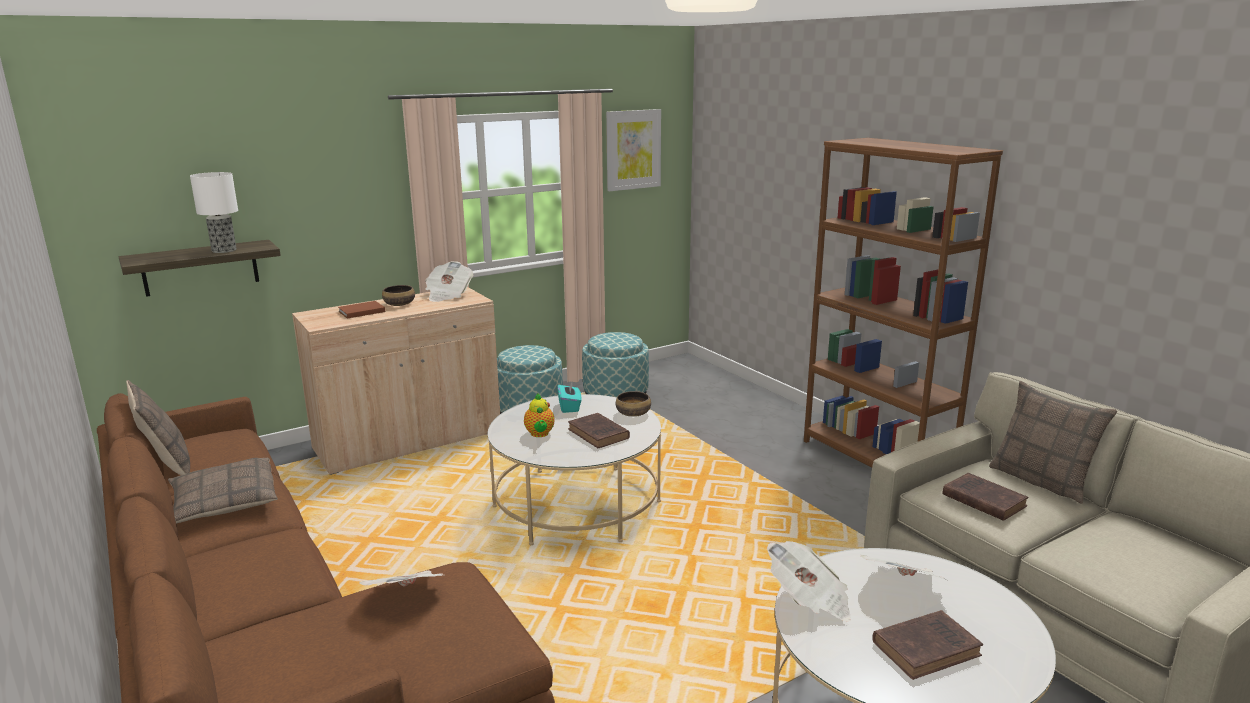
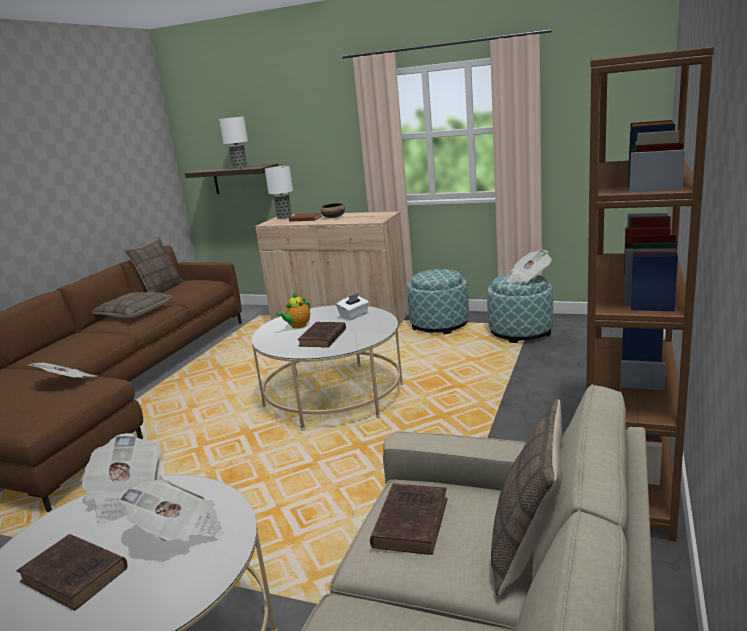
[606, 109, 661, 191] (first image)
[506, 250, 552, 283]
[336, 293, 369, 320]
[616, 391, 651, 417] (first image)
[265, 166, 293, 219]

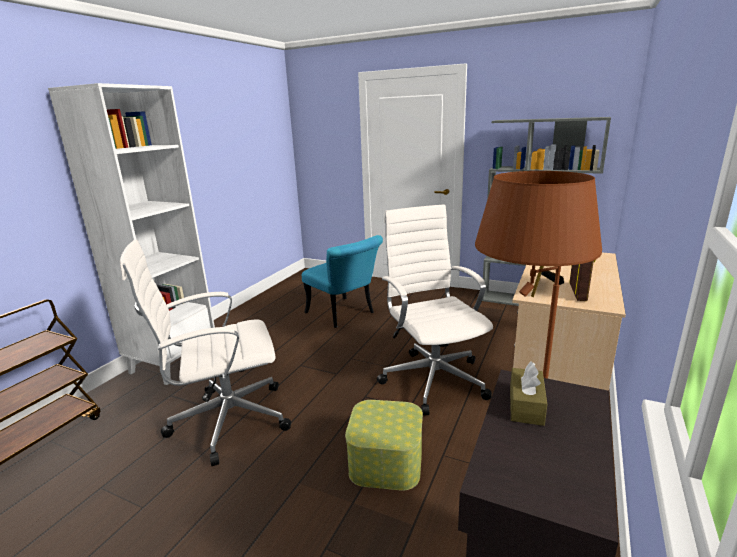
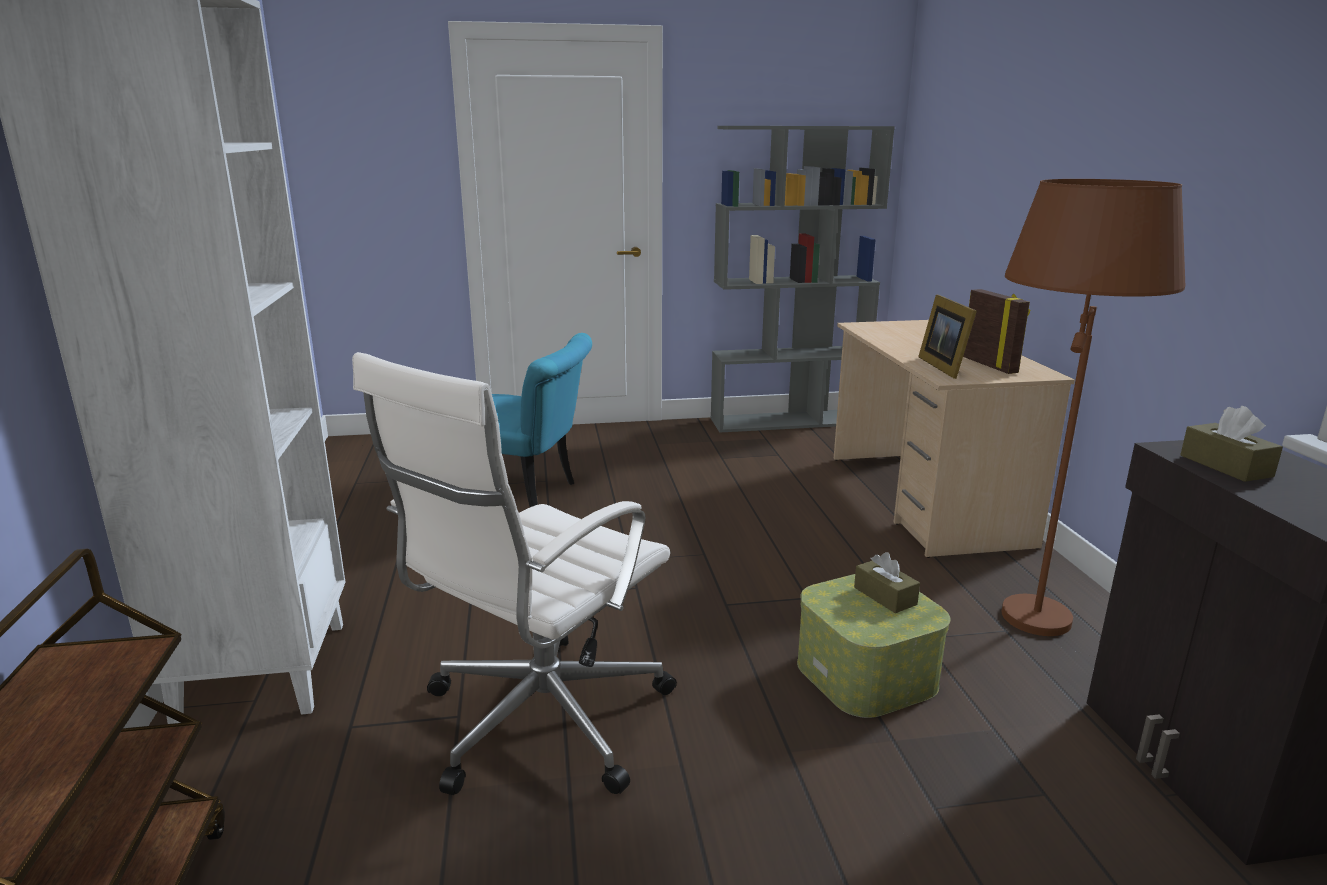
[377, 204, 493, 415] (first image)
[854, 552, 920, 613]

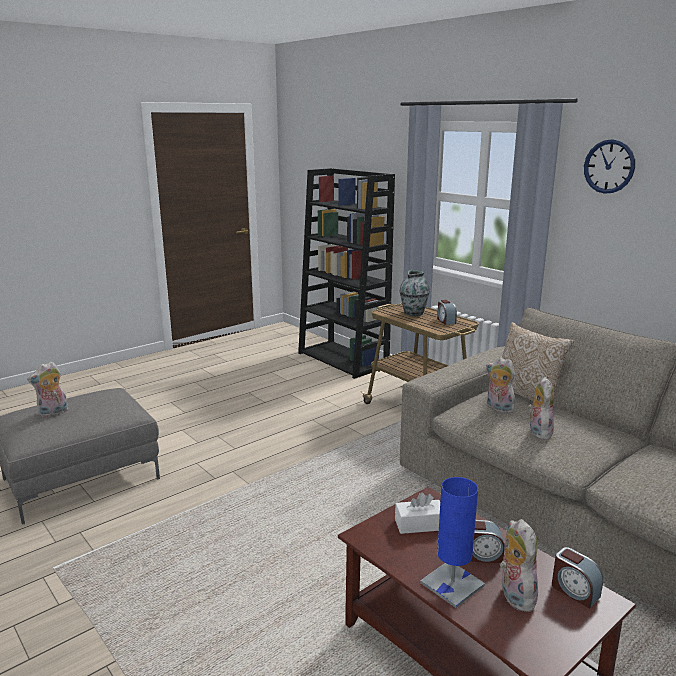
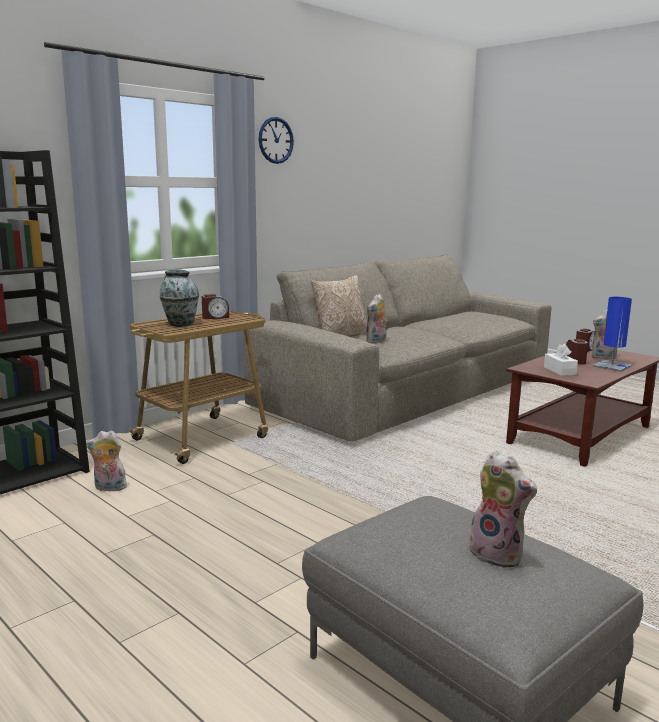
[86, 430, 127, 491]

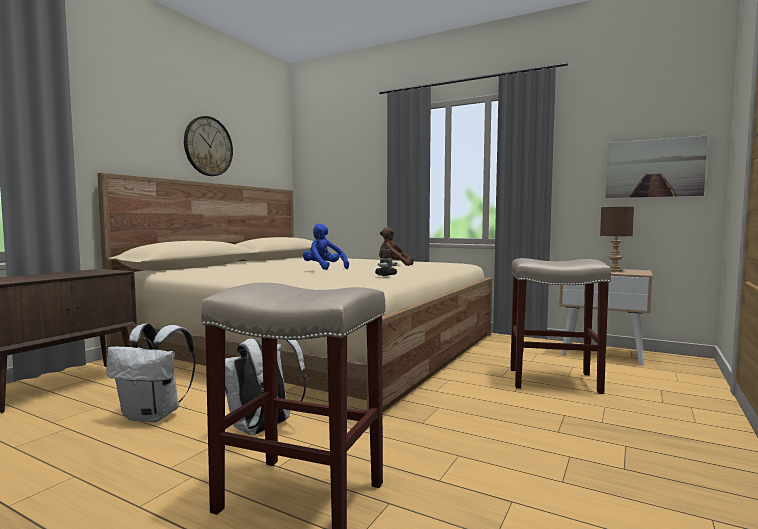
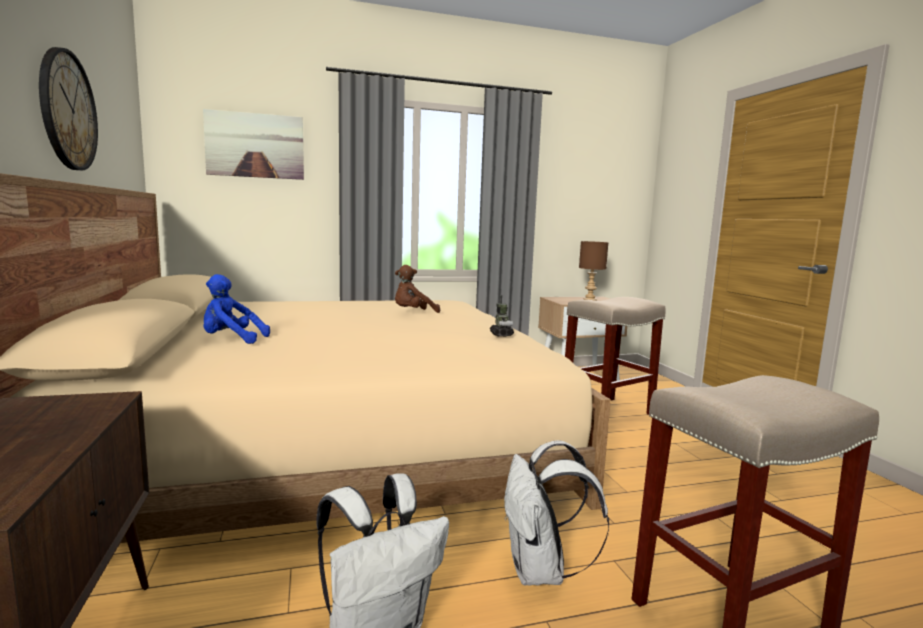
[203, 109, 304, 180]
[203, 274, 270, 344]

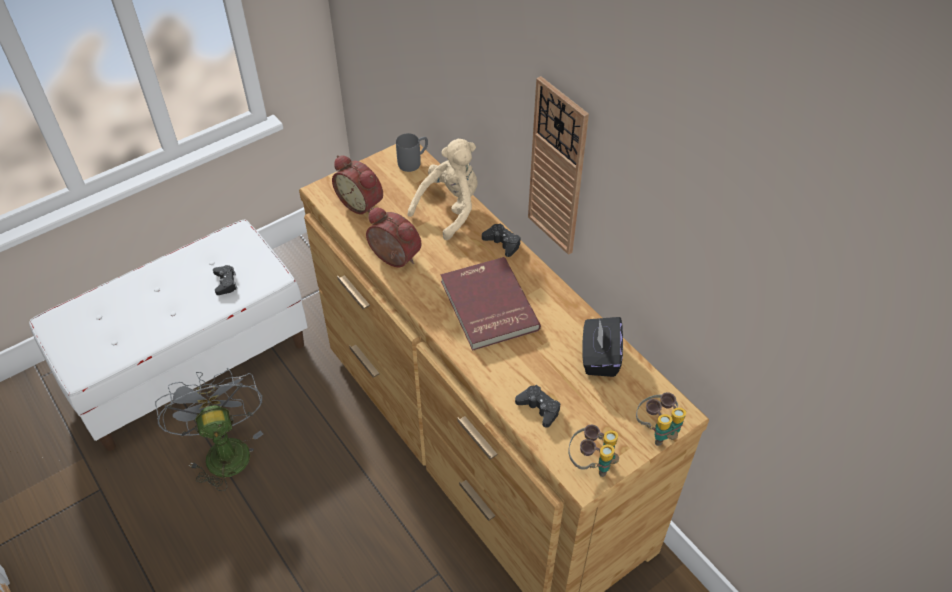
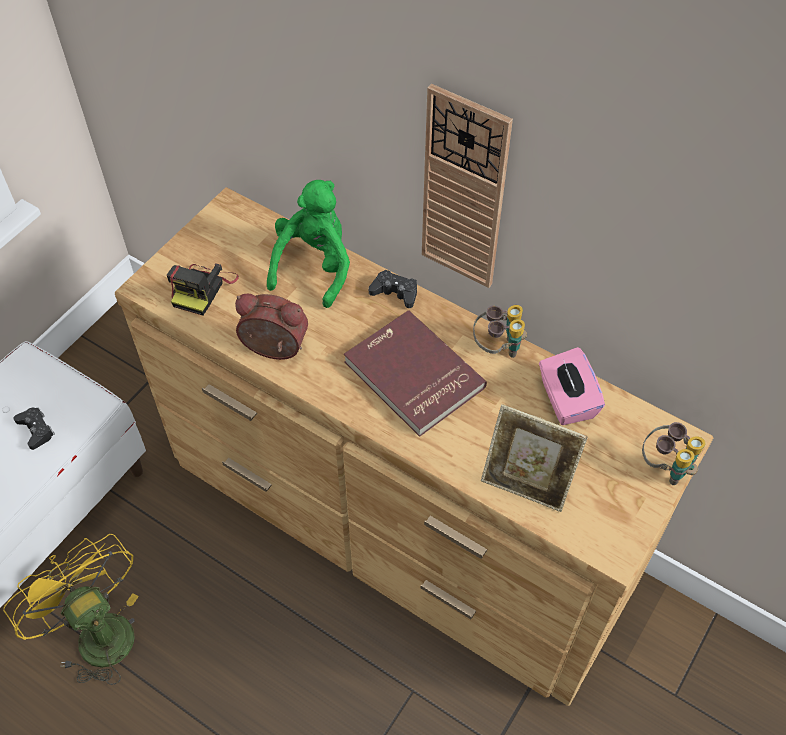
[396, 133, 428, 172] (first image)
[267, 180, 350, 308]
[167, 263, 239, 315]
[539, 347, 605, 425]
[3, 534, 139, 685]
[481, 404, 588, 512]
[473, 305, 527, 358]

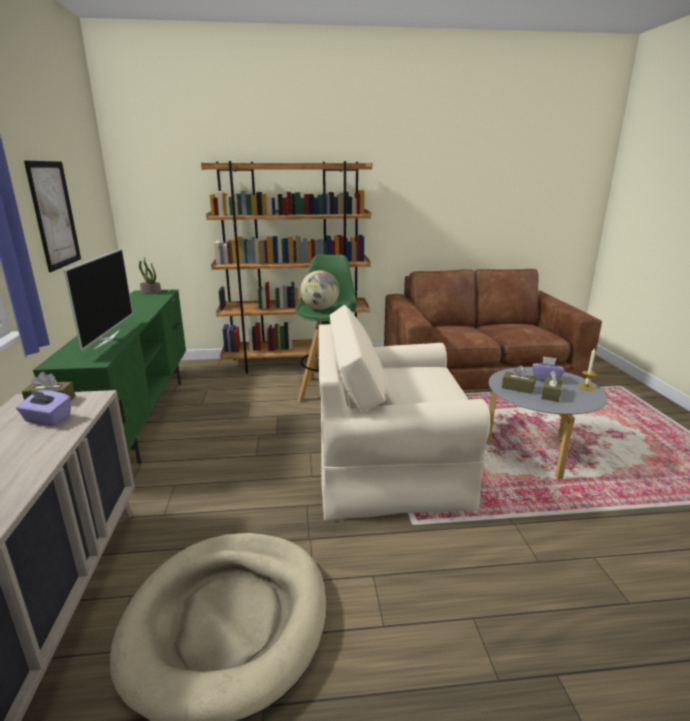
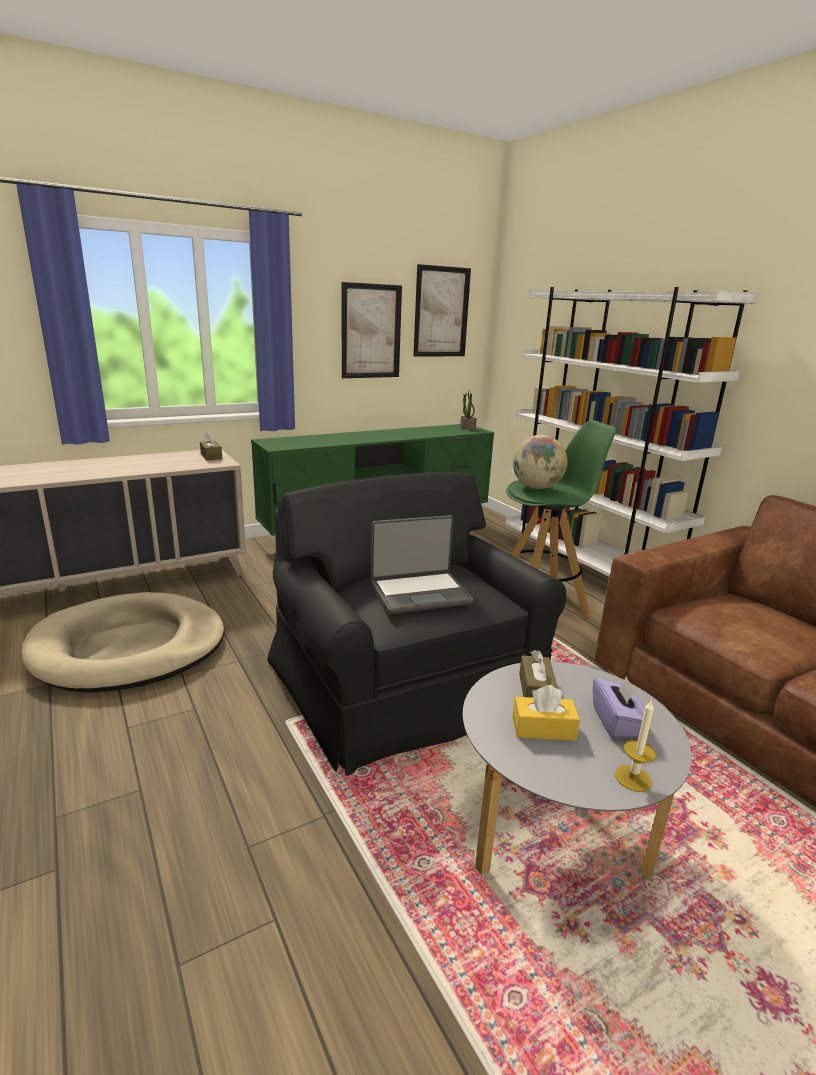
[505, 287, 759, 577]
[64, 249, 133, 350] (first image)
[267, 472, 566, 776]
[513, 685, 580, 741]
[16, 390, 71, 426] (first image)
[413, 264, 471, 357]
[371, 515, 473, 614]

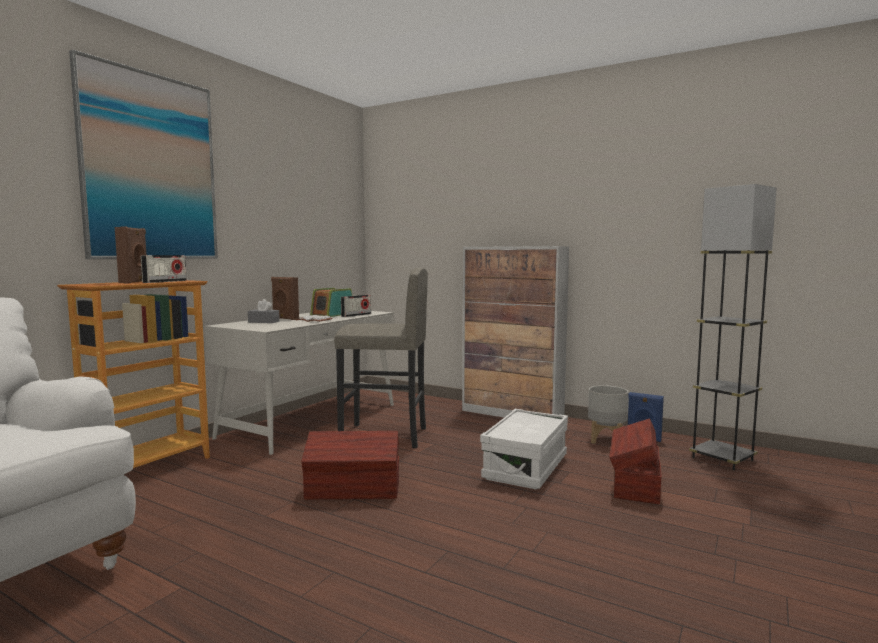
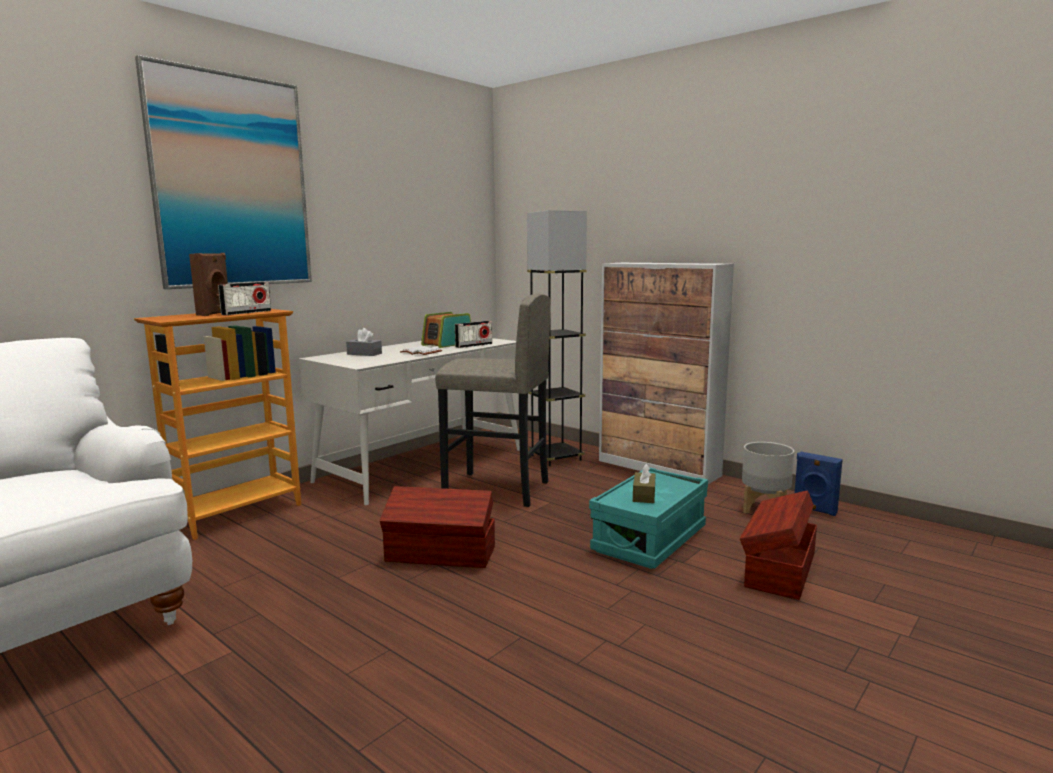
[527, 210, 587, 466]
[271, 277, 299, 320] (first image)
[589, 467, 708, 569]
[633, 463, 656, 503]

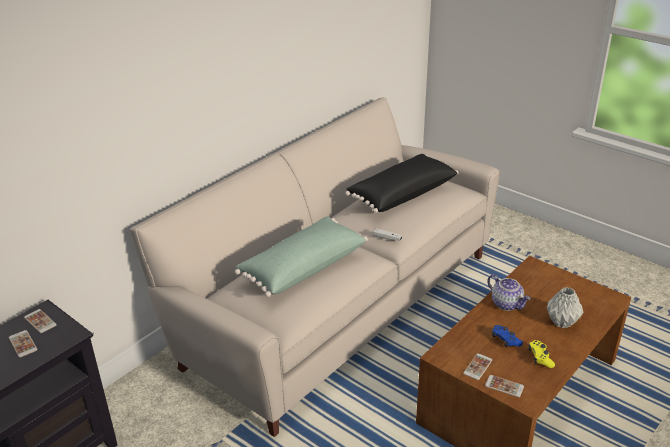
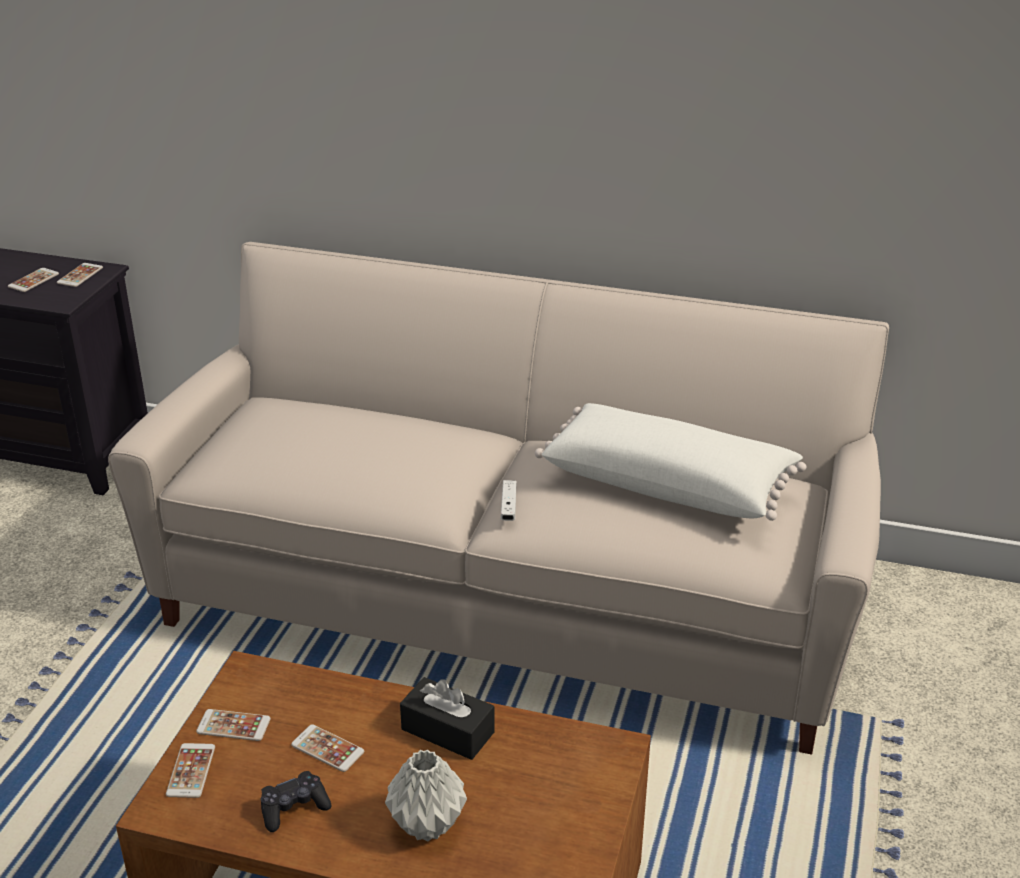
[535, 403, 806, 521]
[235, 217, 368, 297] (first image)
[400, 677, 495, 760]
[291, 724, 364, 772]
[260, 771, 332, 832]

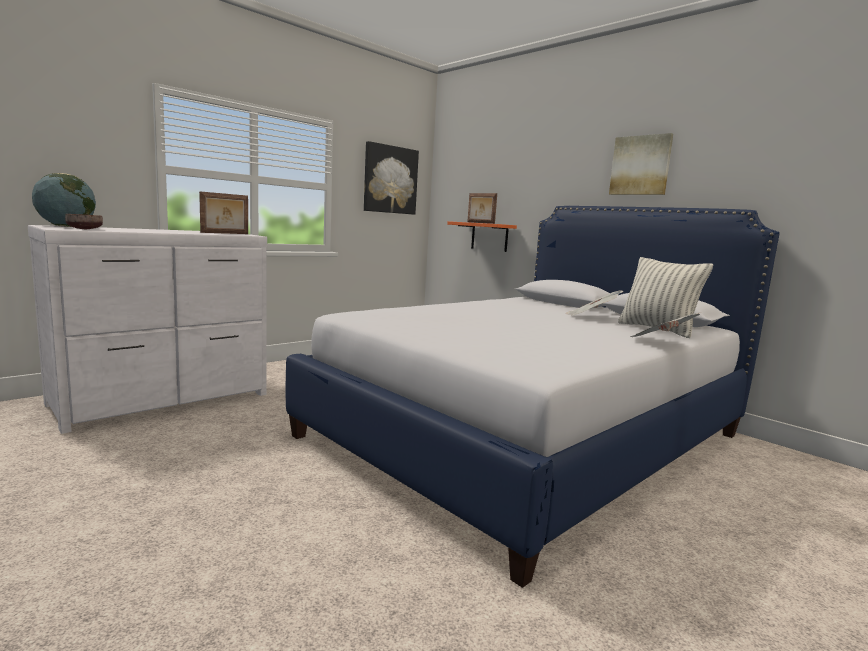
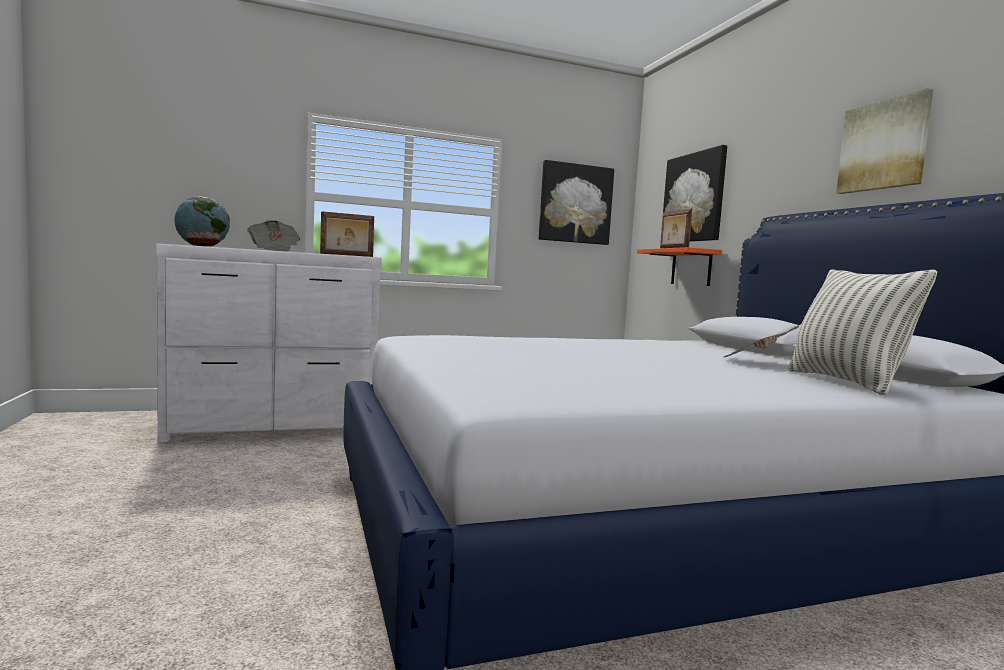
[247, 220, 300, 252]
[661, 145, 727, 242]

